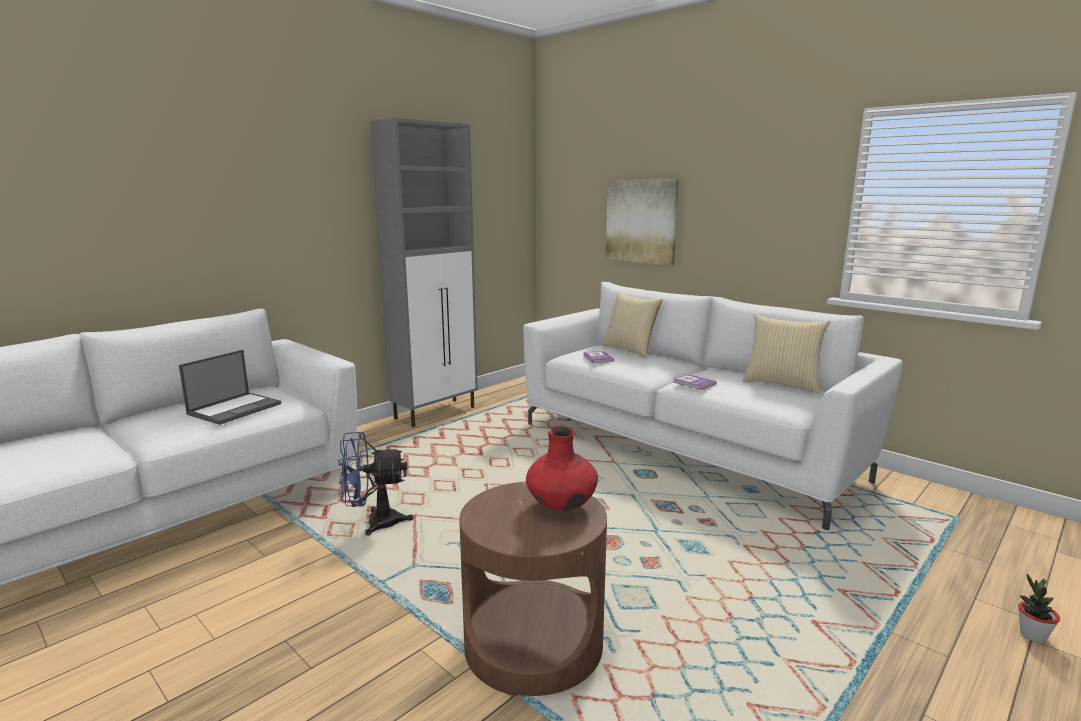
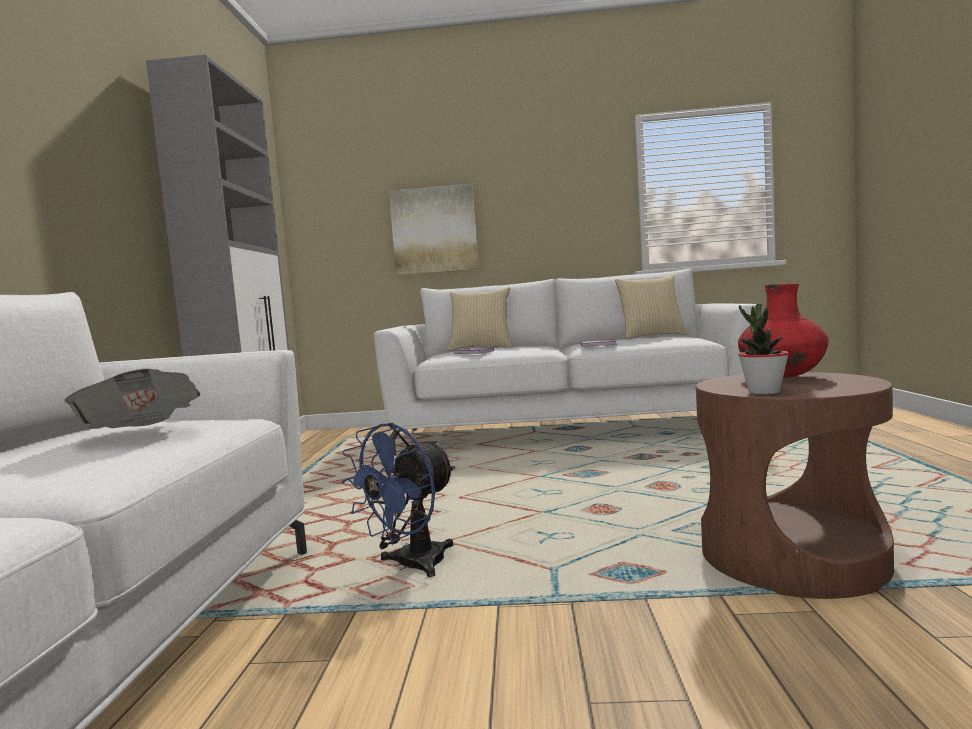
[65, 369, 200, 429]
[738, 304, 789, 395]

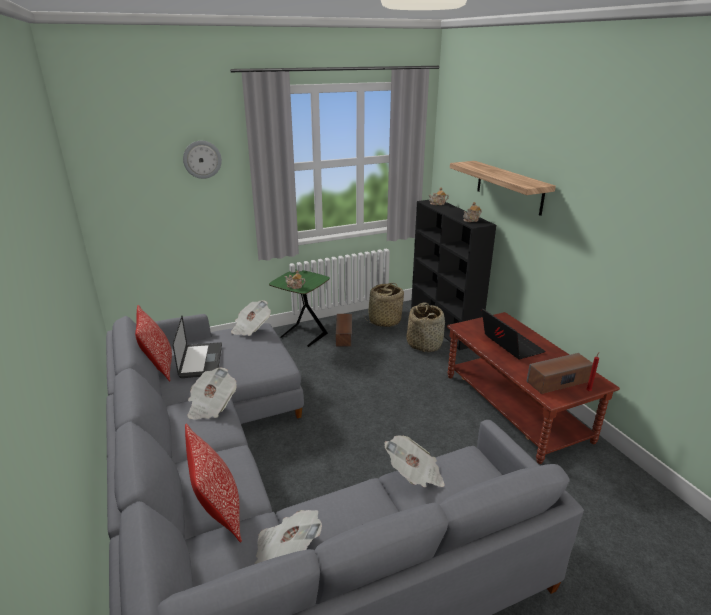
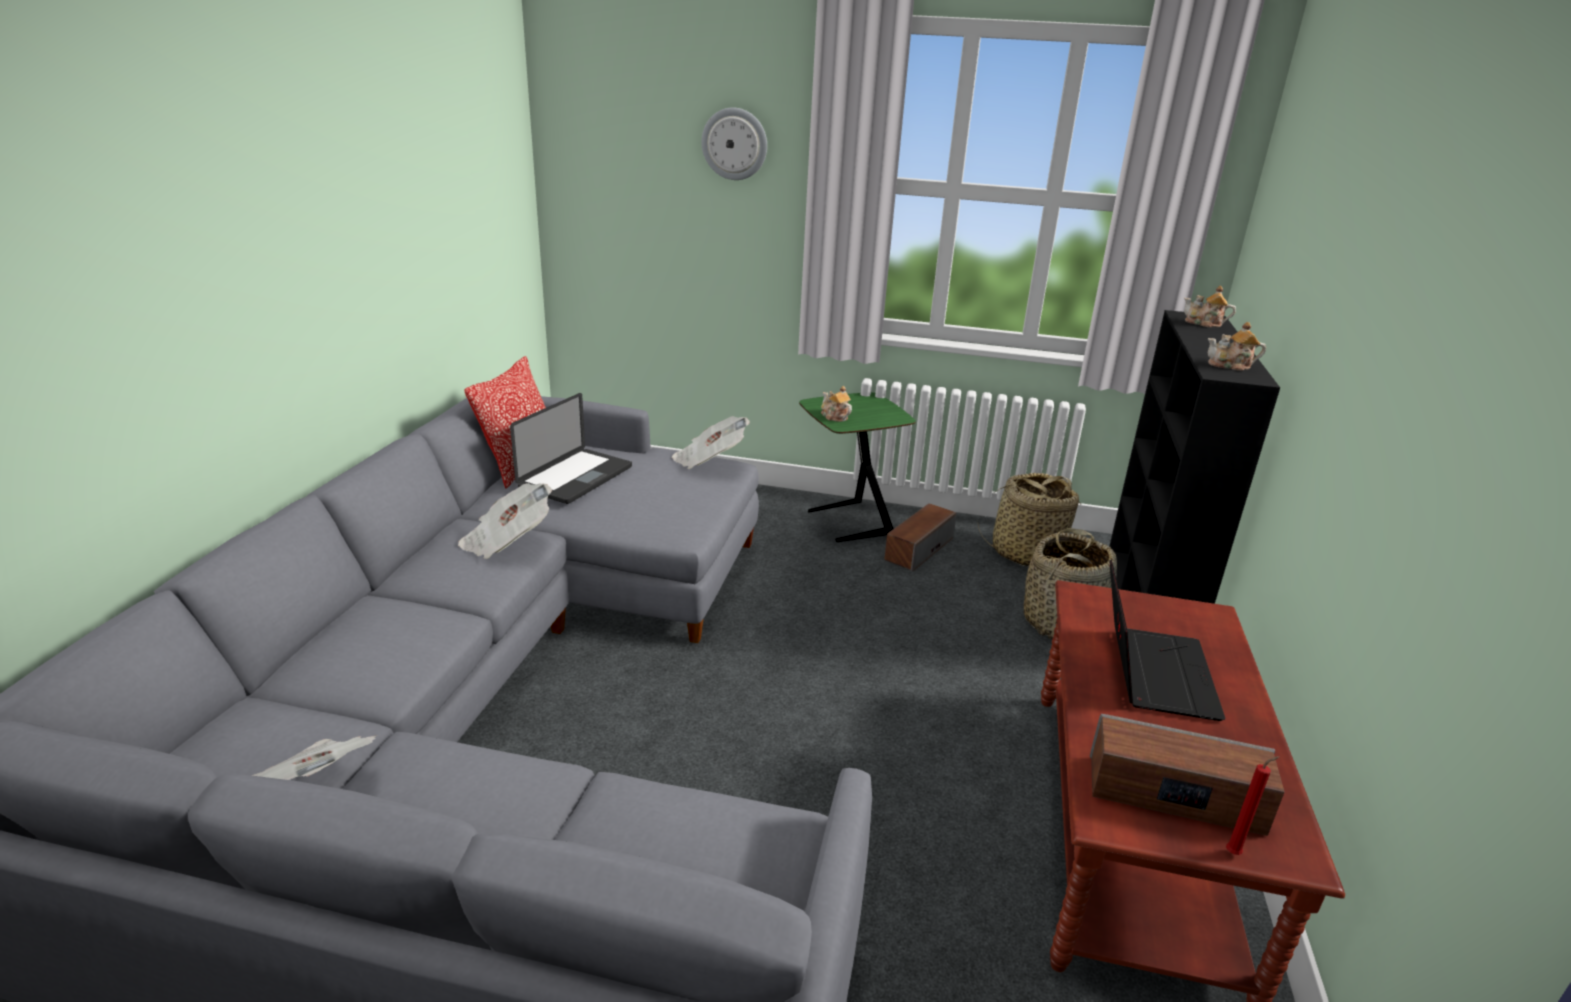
[450, 161, 556, 216] (first image)
[185, 424, 242, 543] (first image)
[385, 436, 445, 487] (first image)

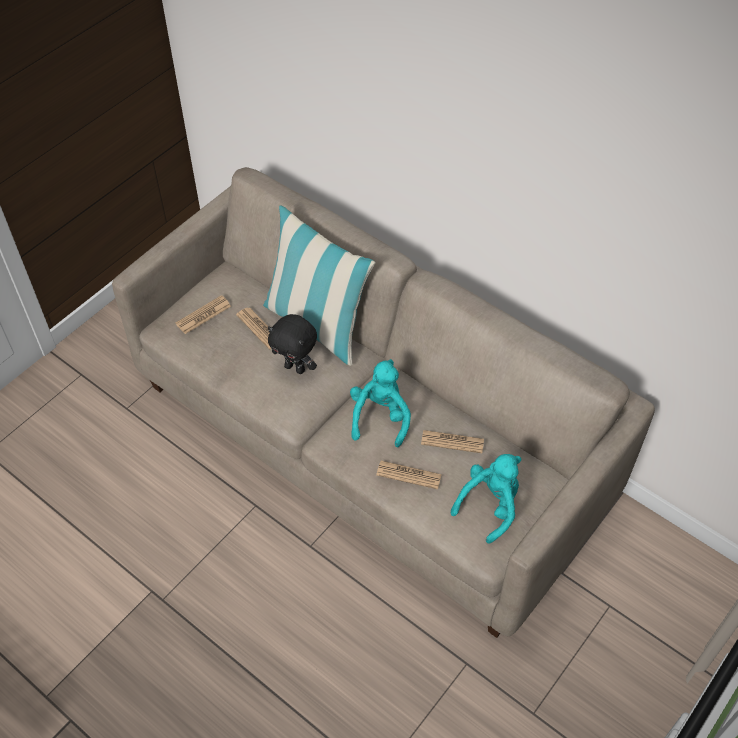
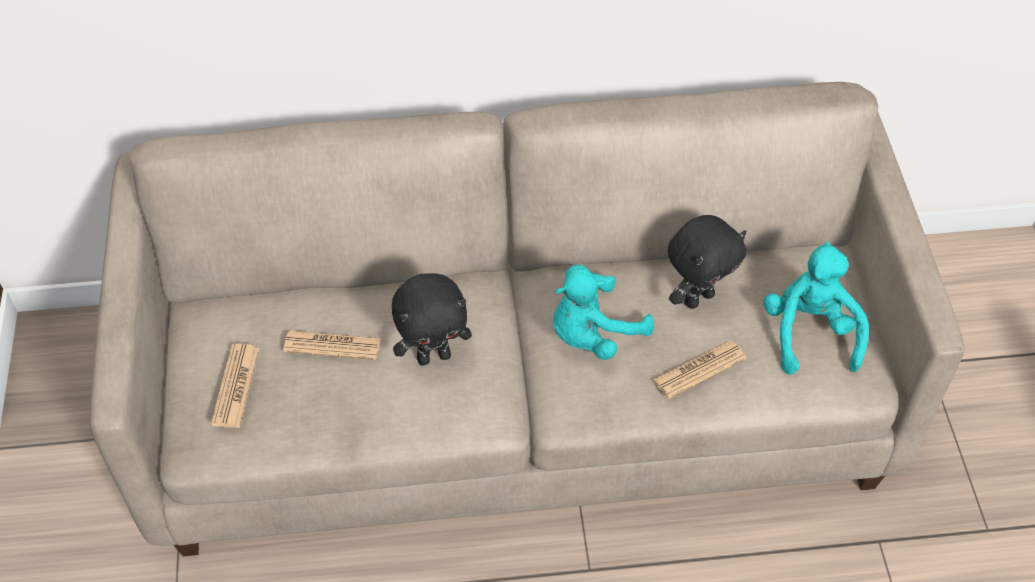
[263, 205, 376, 366] (first image)
[553, 265, 654, 360]
[668, 215, 746, 309]

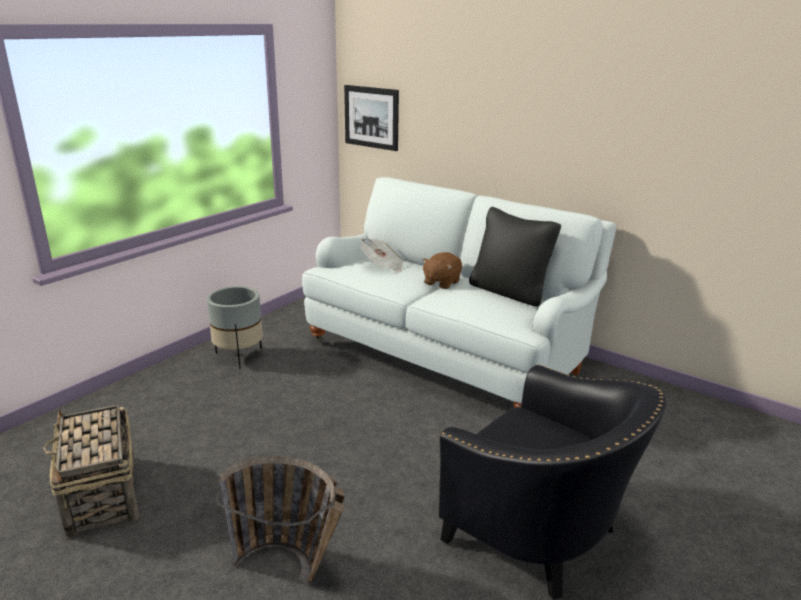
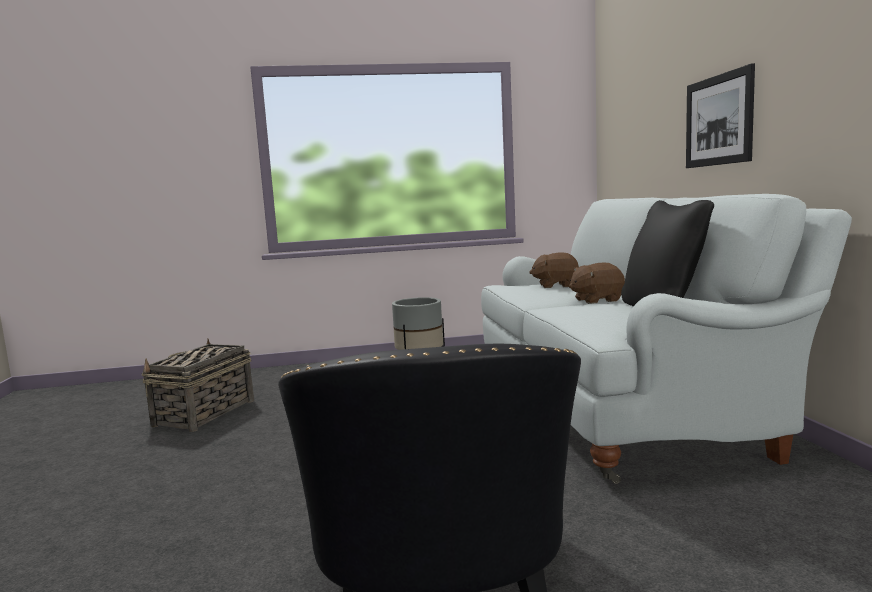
[686, 63, 755, 168]
[529, 253, 579, 288]
[216, 456, 345, 586] (first image)

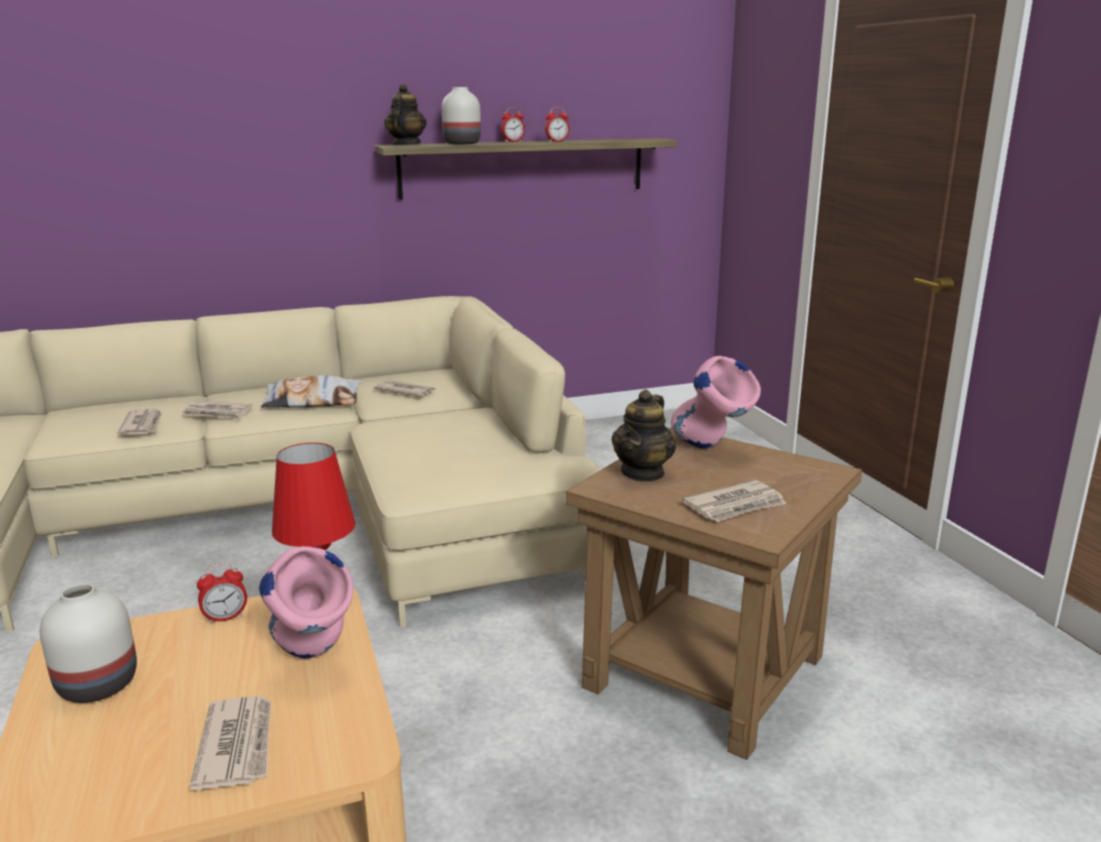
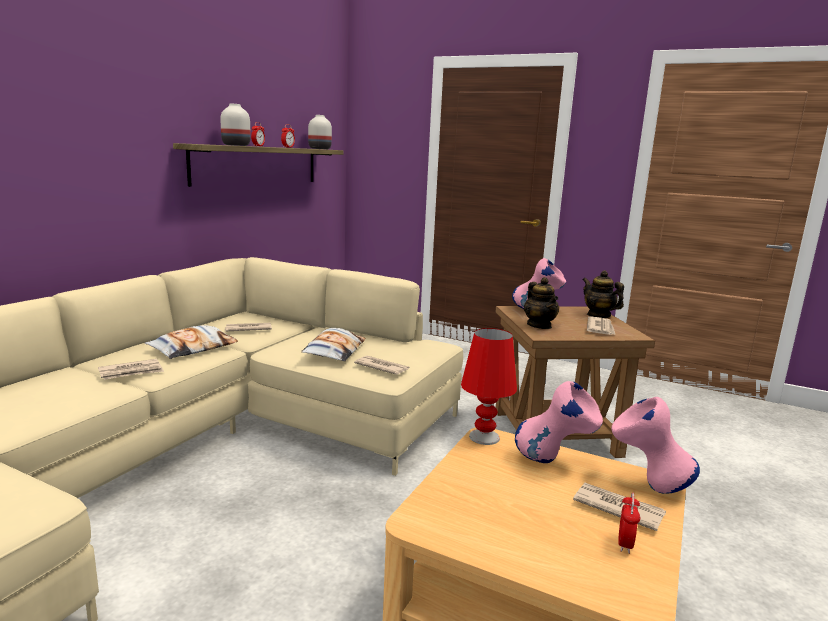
[583, 270, 624, 318]
[354, 356, 410, 375]
[618, 492, 640, 554]
[308, 115, 332, 149]
[301, 328, 366, 361]
[611, 397, 700, 494]

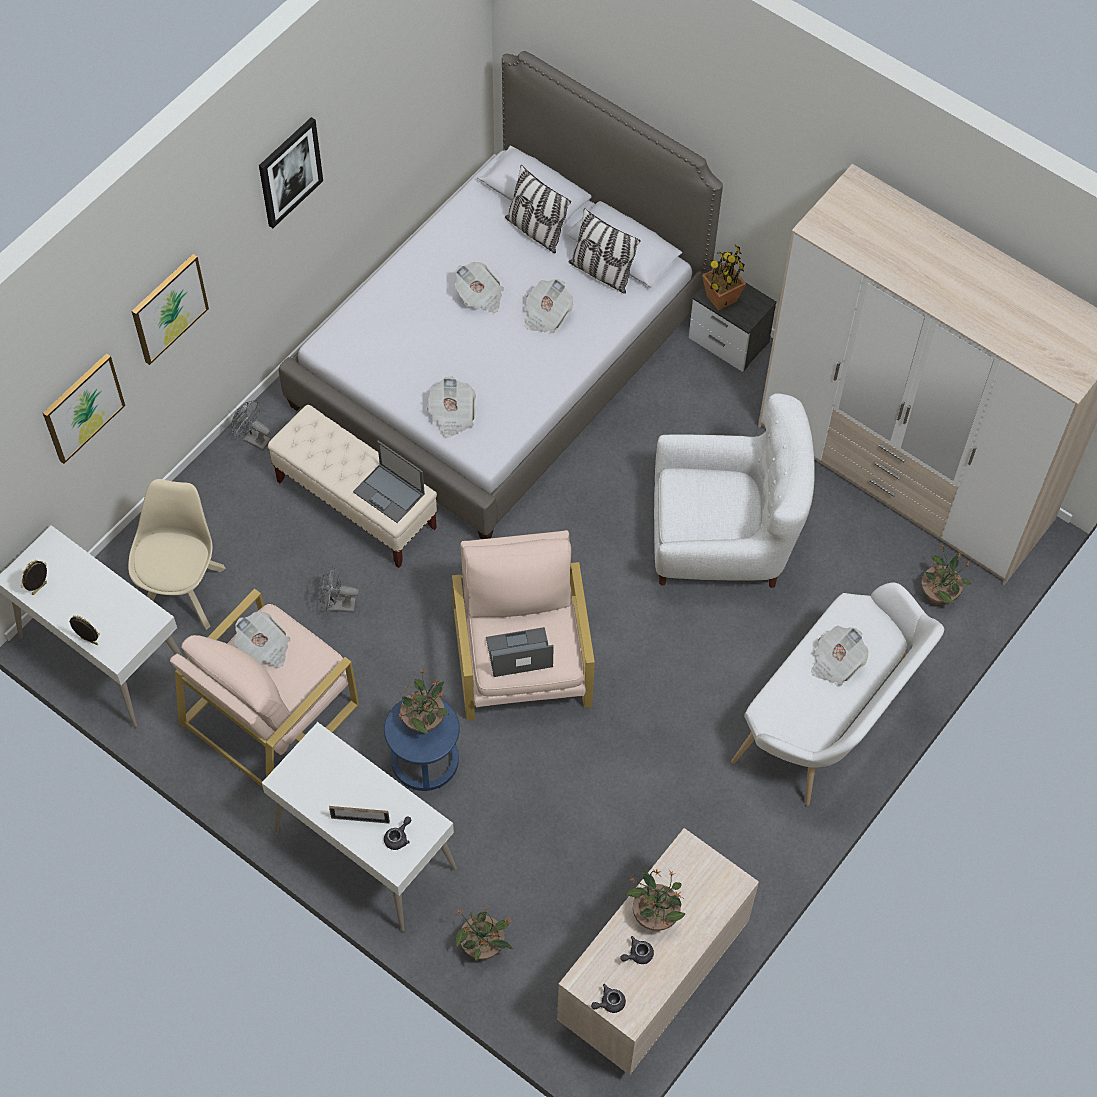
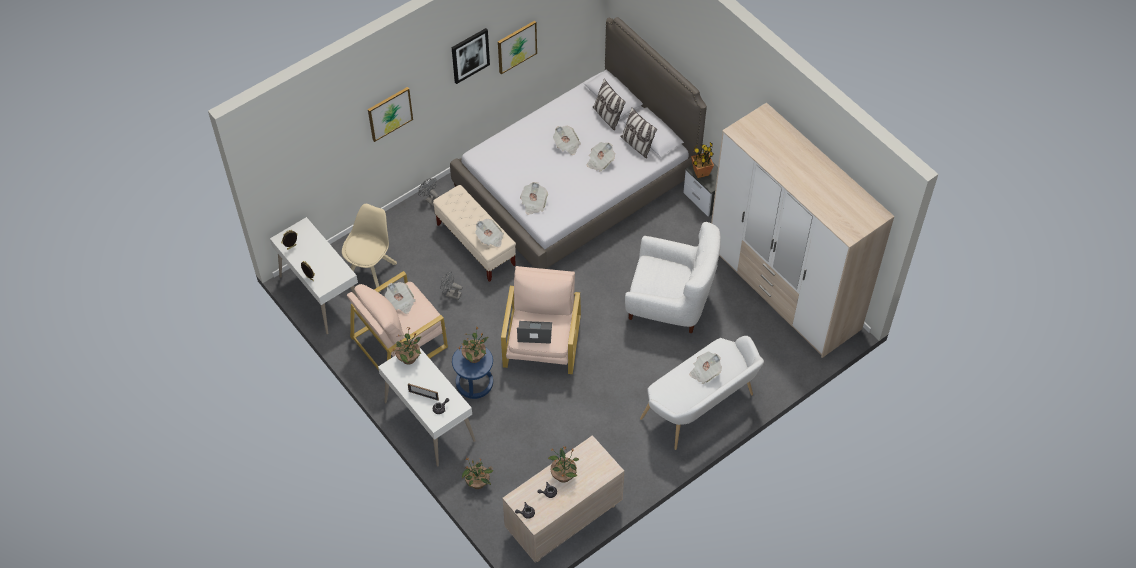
[498, 21, 537, 74]
[475, 219, 504, 248]
[391, 327, 421, 365]

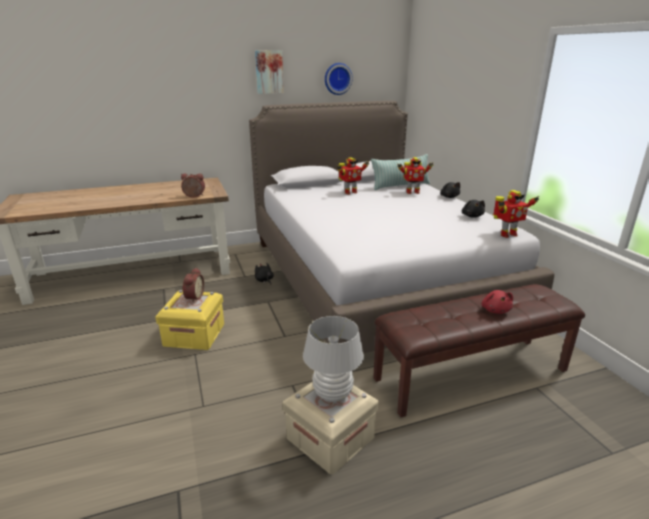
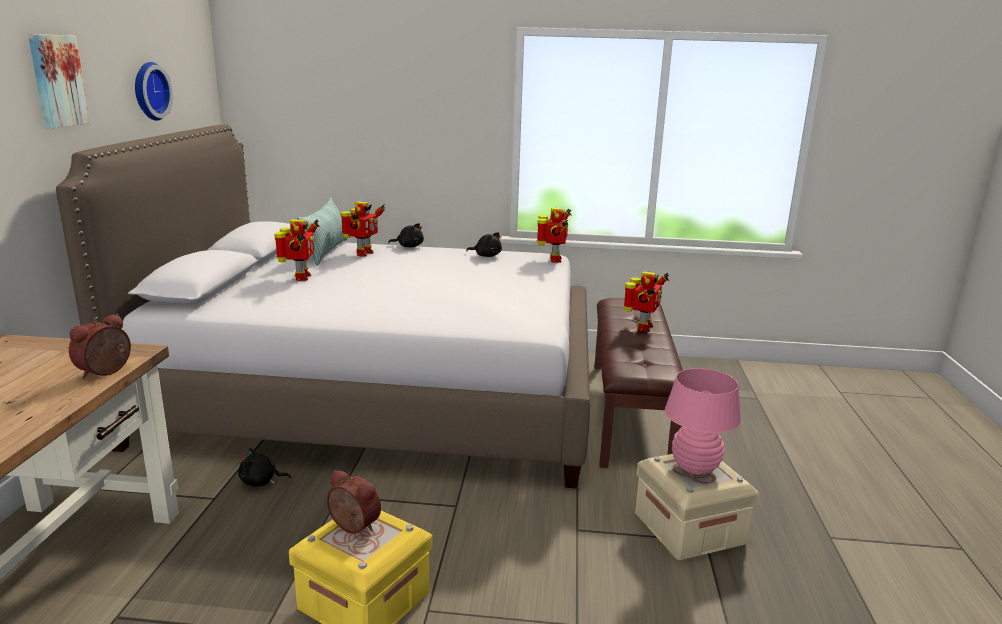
[623, 271, 669, 332]
[665, 368, 741, 475]

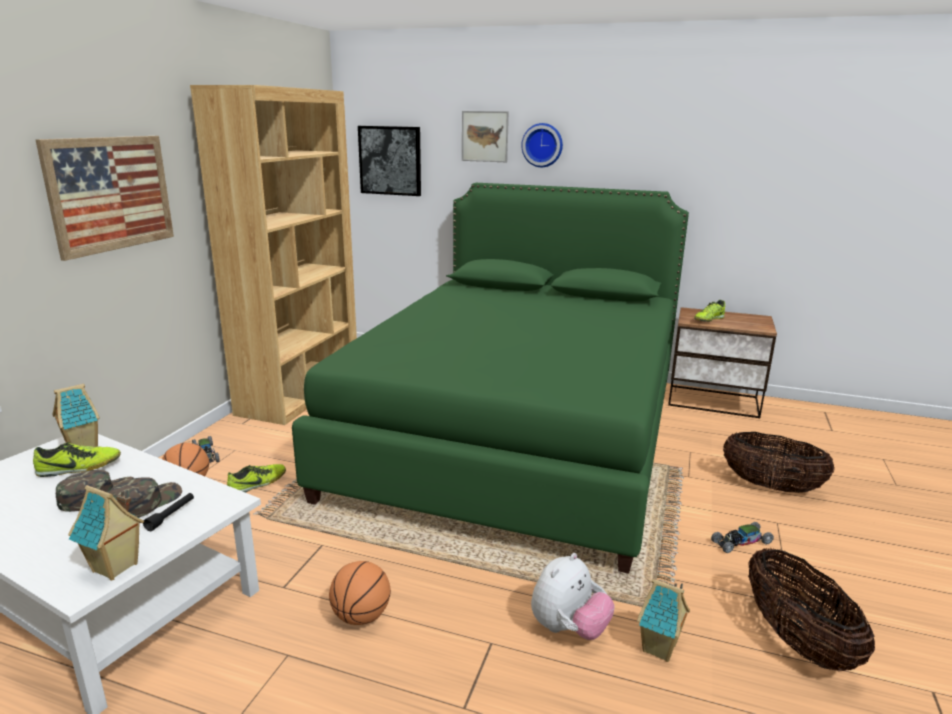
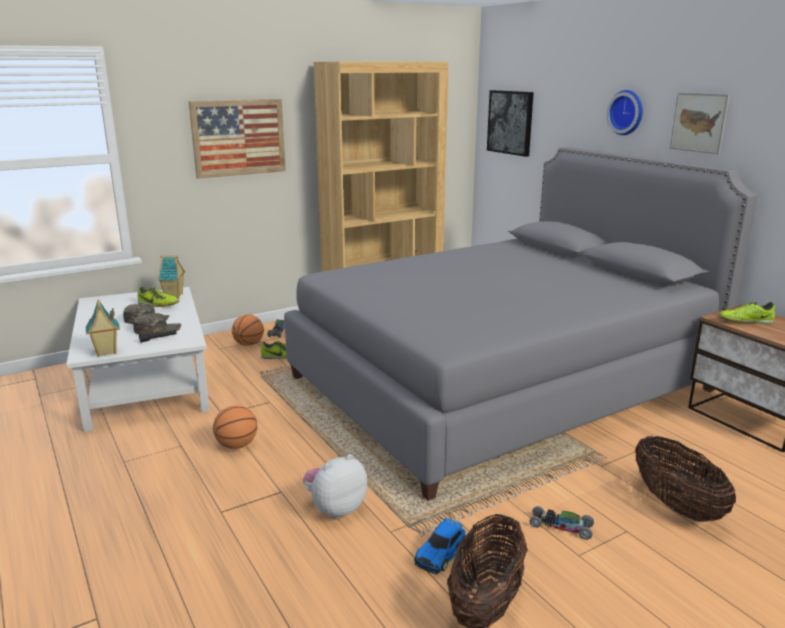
[670, 93, 730, 154]
[284, 147, 757, 501]
[303, 454, 368, 519]
[637, 578, 690, 662] (first image)
[414, 517, 466, 574]

